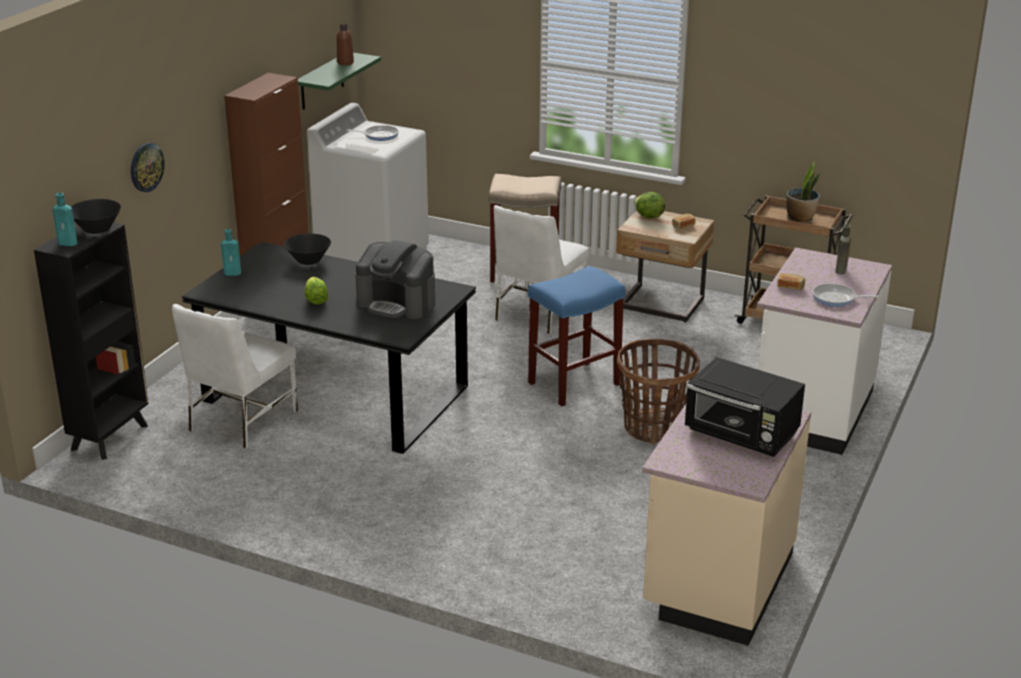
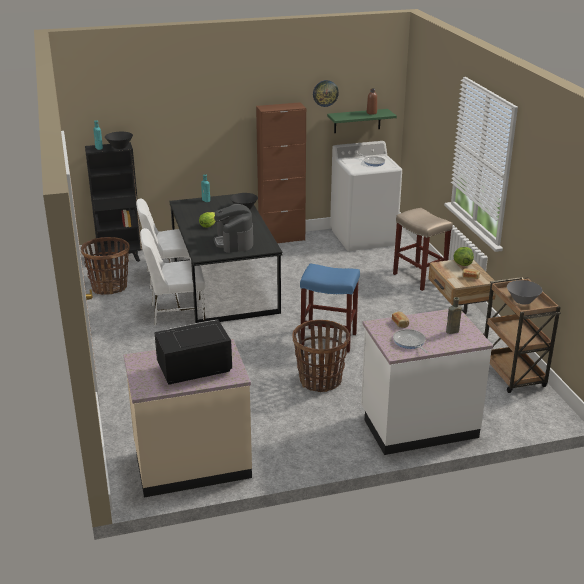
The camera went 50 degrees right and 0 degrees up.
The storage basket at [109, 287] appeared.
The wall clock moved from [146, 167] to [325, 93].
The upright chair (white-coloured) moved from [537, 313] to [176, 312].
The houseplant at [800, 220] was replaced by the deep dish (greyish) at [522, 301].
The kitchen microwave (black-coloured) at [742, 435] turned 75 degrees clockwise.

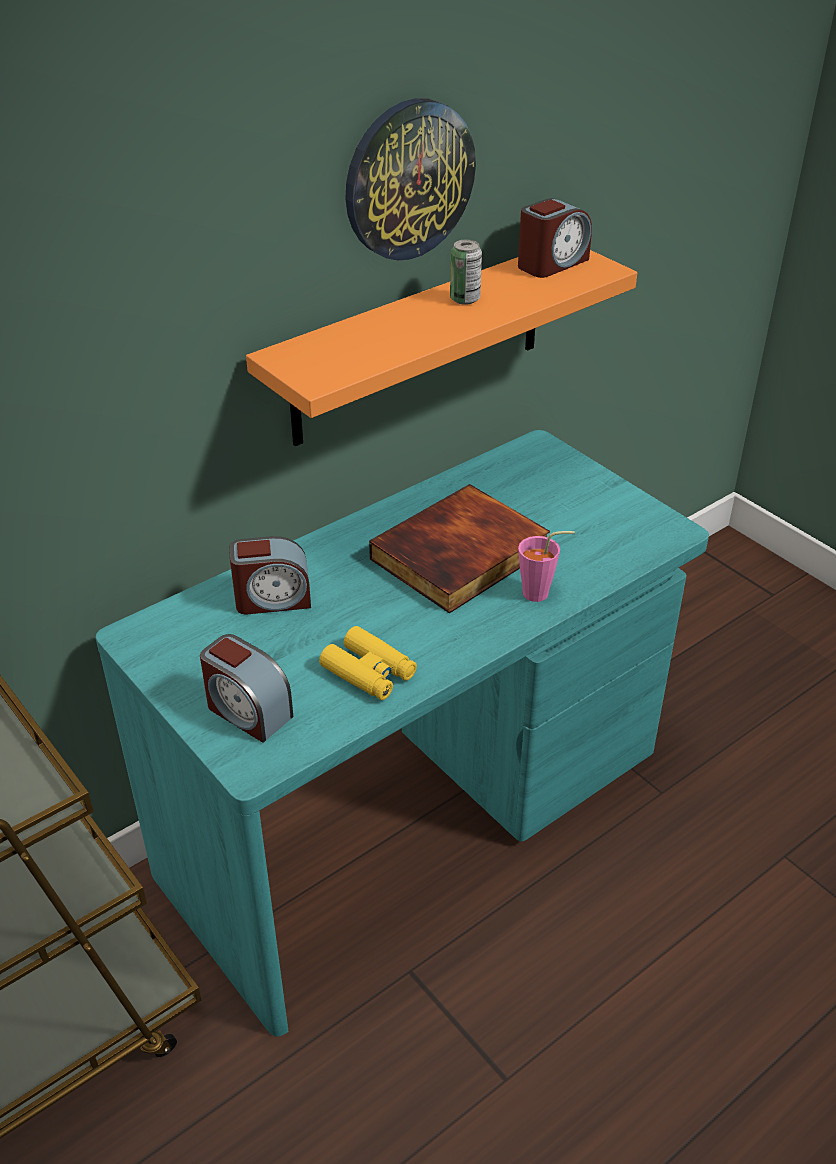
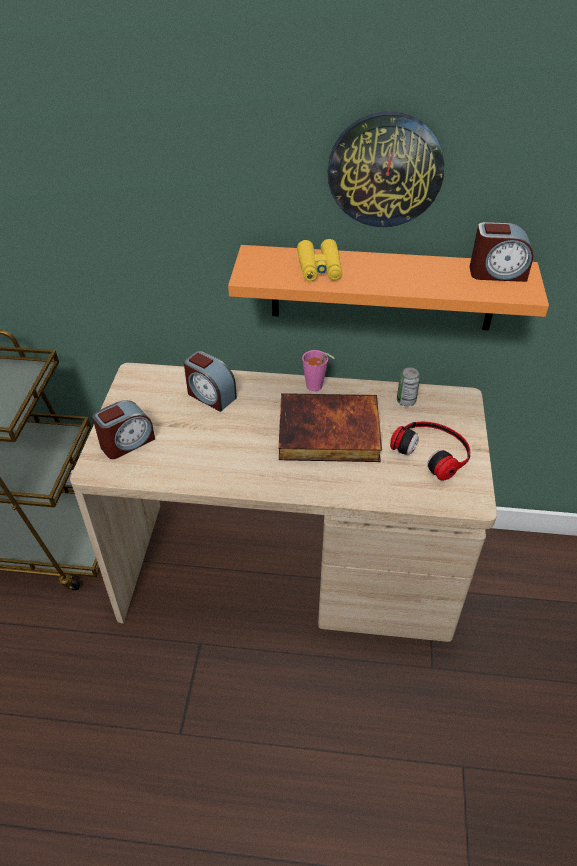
The camera went 45 degrees right and 5 degrees up.
The headset at [433, 451] appeared.
The pair of binoculars (yellow-coloured) moved from [369, 672] to [319, 268].
The metal can moved from [465, 299] to [406, 401].
The small cup (pinkish) moved from [541, 593] to [317, 388].
The desk (blue-green) at [416, 817] became the desk (beige) at [288, 573].
The bedside clock at [247, 711] turned 120 degrees counterclockwise.

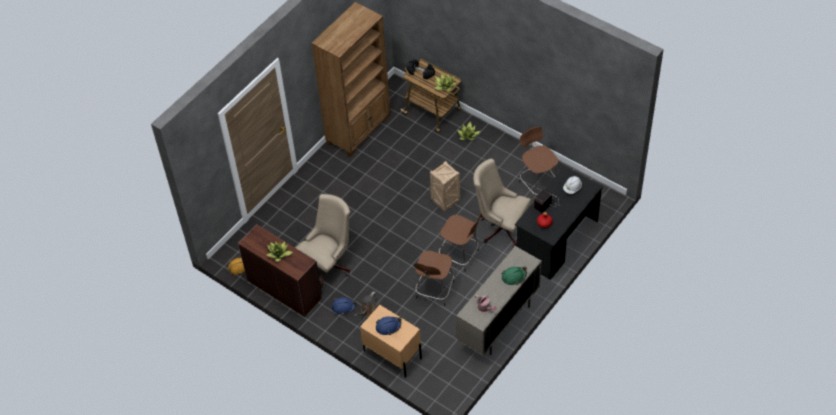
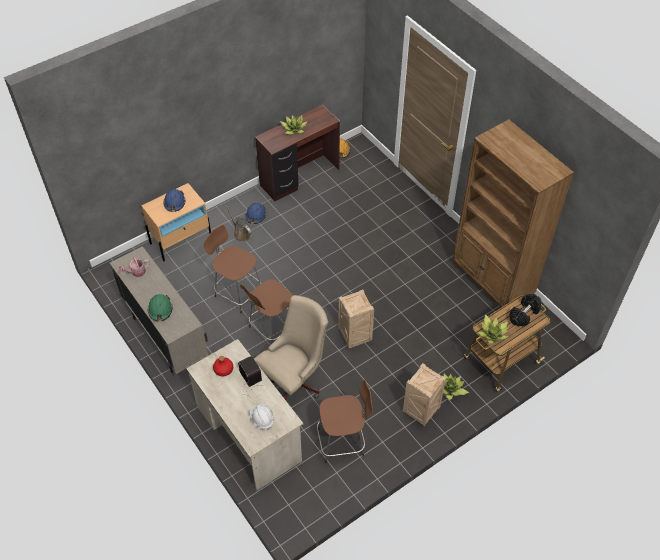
The camera went 105 degrees right and 0 degrees up.
The desk chair (beige) at [329, 264] disappeared.
The packing crate at [421, 412] appeared.
The desk (black-coloured) at [557, 241] became the desk (beige) at [248, 433].

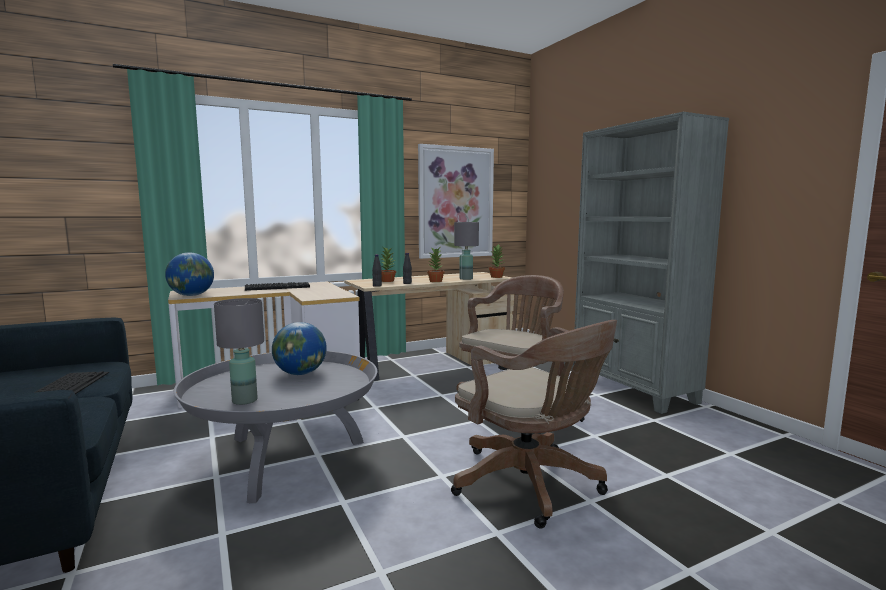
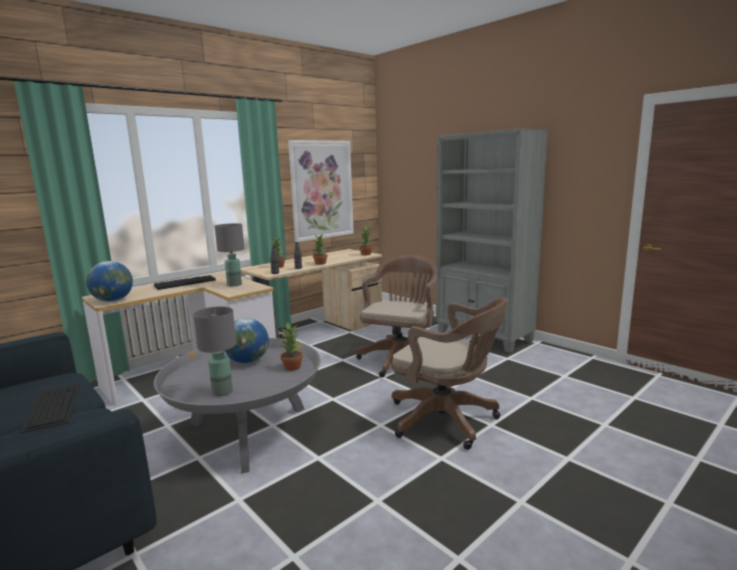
The camera went 15 degrees left and 5 degrees up.
The houseplant at [292, 367] appeared.
The tabletop lamp (greyish) moved from [466, 279] to [234, 285].

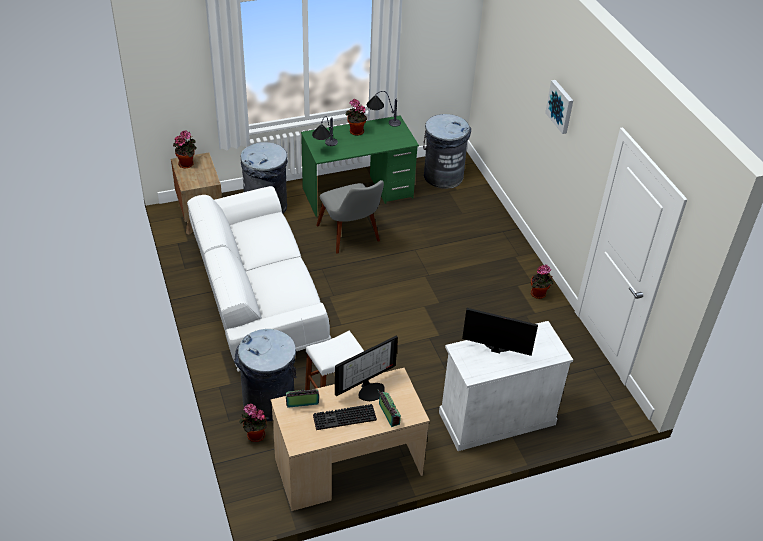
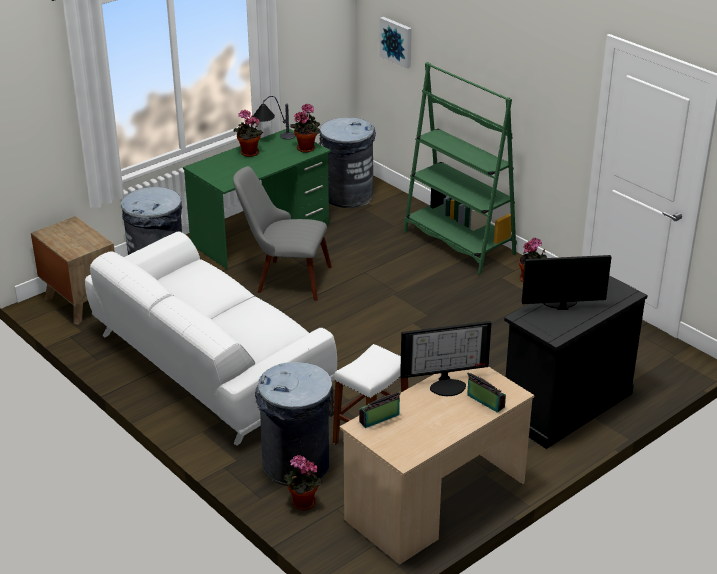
The camera went 20 degrees left and 10 degrees down.
The tabletop lamp at [325, 149] disappeared.
The PC keyboard at [344, 419] disappeared.
The shelving unit (greenish) at [459, 243] appeared.
The houseplant moved from [187, 164] to [307, 148].
The wall picture moved from [561, 106] to [397, 41].
The storage cabinet (white-coloured) at [496, 418] became the storage cabinet (black-coloured) at [566, 405].
The upright chair (greyish) at [352, 237] turned 150 degrees clockwise.
The computer display at [370, 389] turned 45 degrees clockwise.

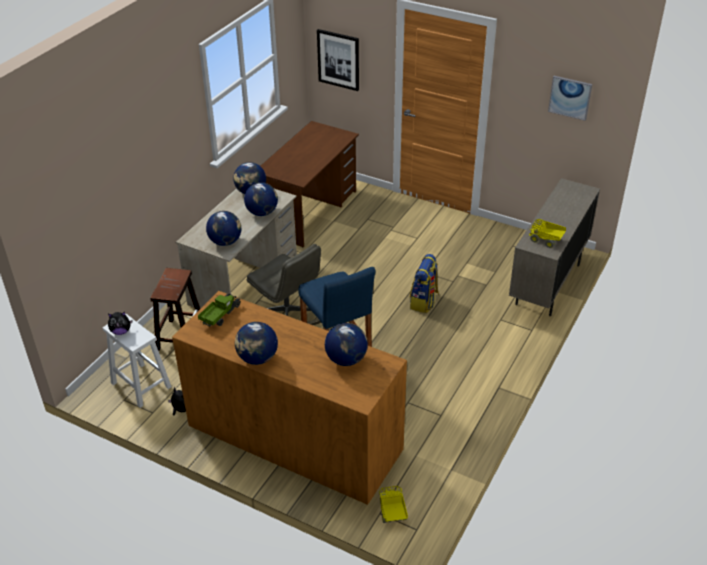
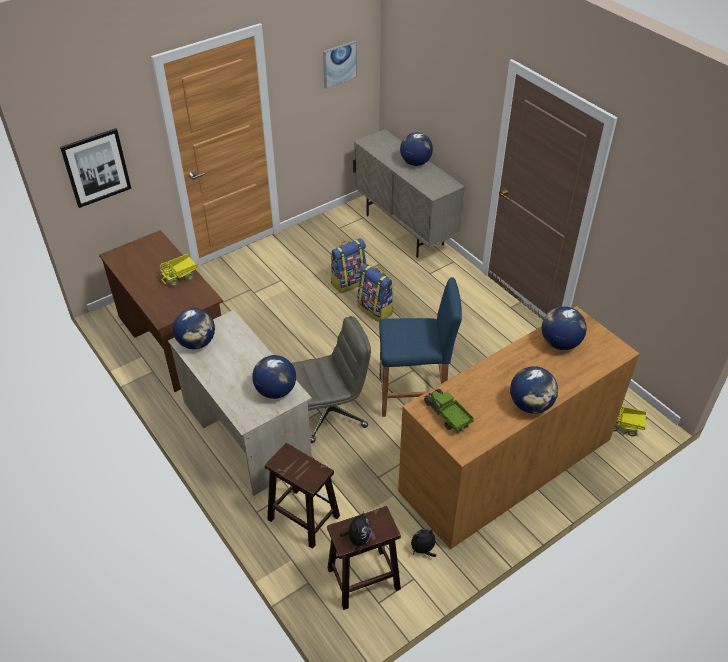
The camera went 65 degrees left and 5 degrees up.
The rucksack at [348, 282] appeared.
The globe moved from [262, 212] to [415, 163].
The model truck moved from [546, 240] to [180, 277].
The stool seat (white-coloured) at [140, 385] became the stool seat (brown) at [362, 579].

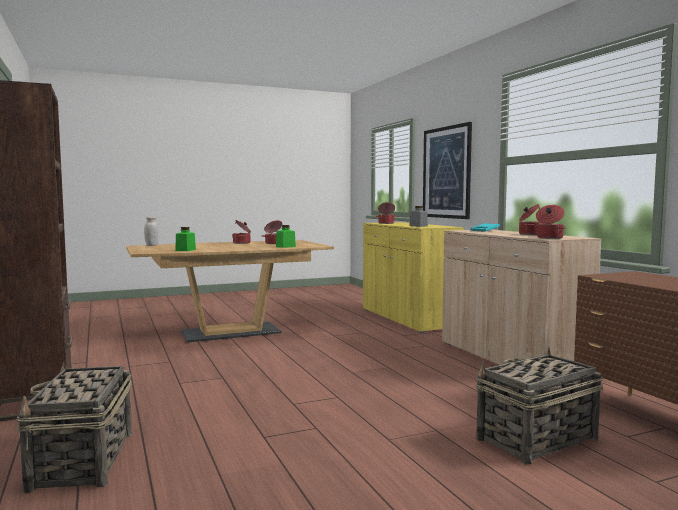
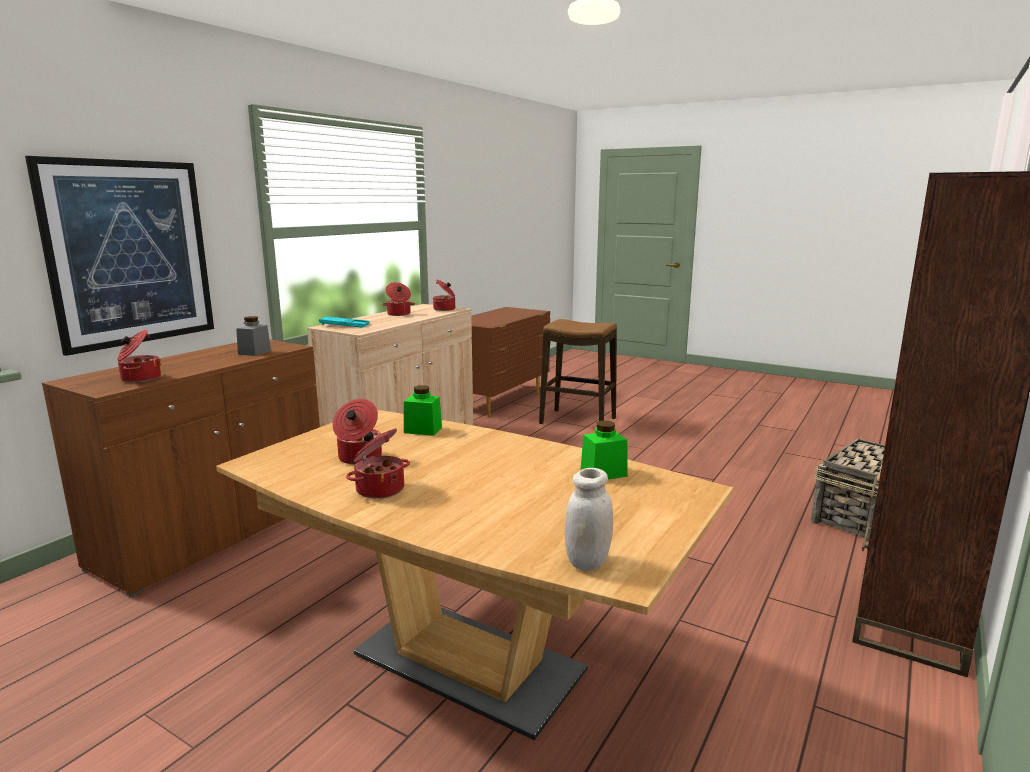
The camera went 125 degrees left and 10 degrees up.
The storage basket at [536, 439] was replaced by the stool seat at [578, 421].
The storage cabinet (yellow-coloured) at [407, 319] became the storage cabinet (brown) at [215, 533].

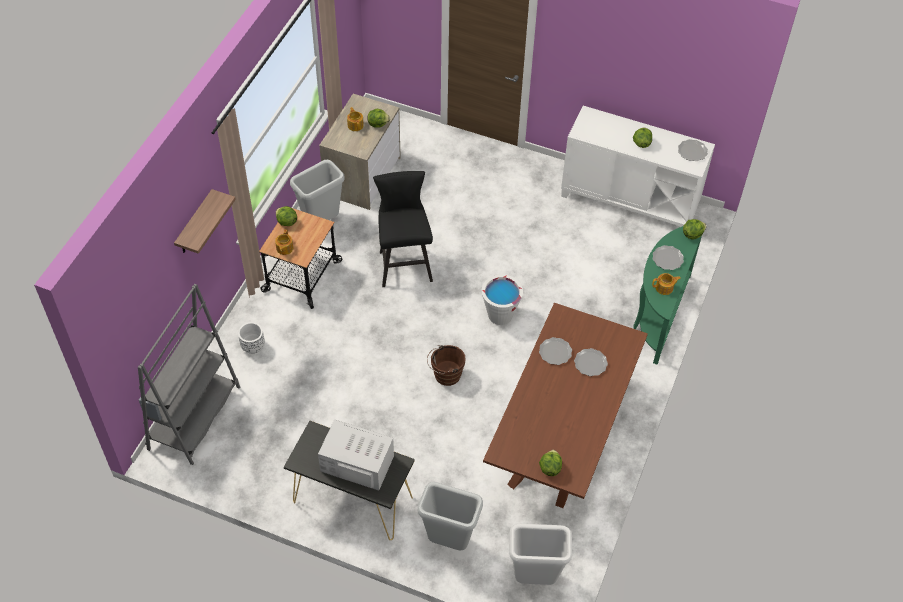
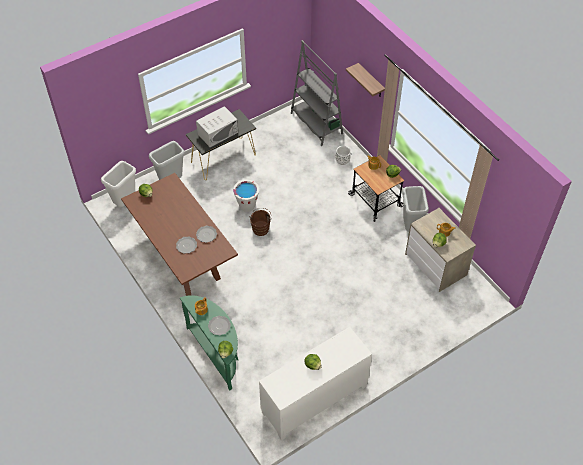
The camera went 125 degrees right and 0 degrees up.
The stool seat (black-coloured) at [404, 263] disappeared.
The plate at [692, 151] disappeared.
The water bucket (white-coloured) moved from [500, 315] to [247, 205].

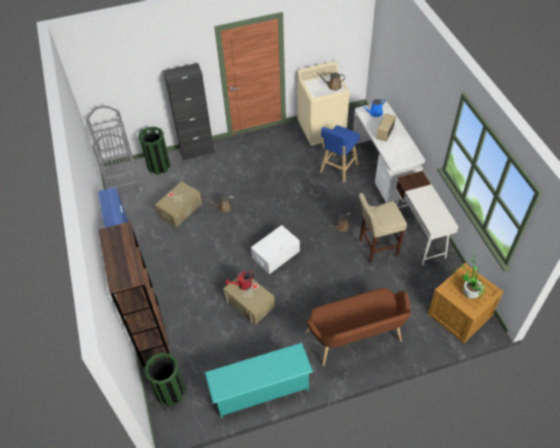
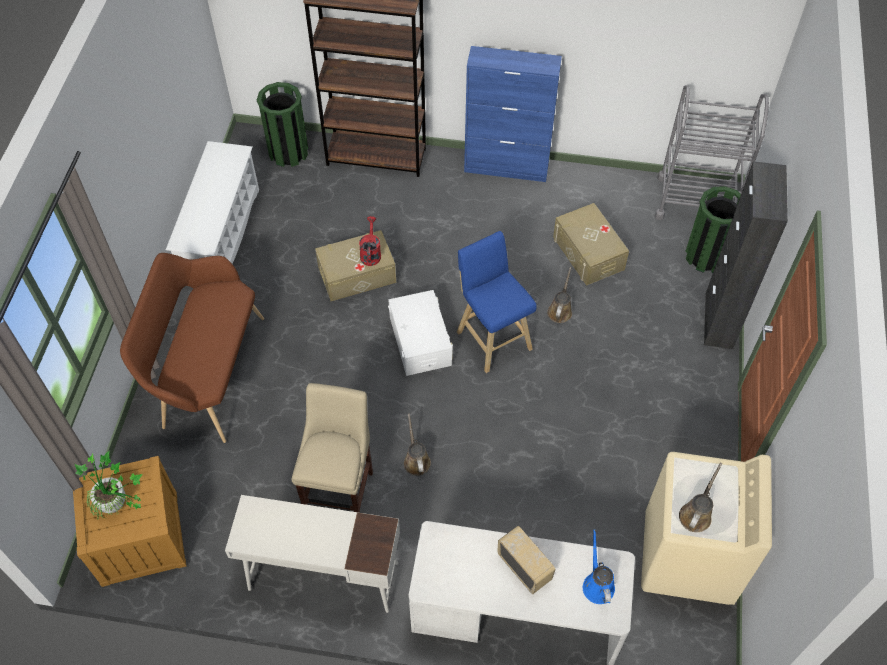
The camera went 115 degrees right and 5 degrees up.
The stool seat (bluish) moved from [338, 169] to [492, 338].
The shoe rack (blue-green) at [260, 391] became the shoe rack (white-coloured) at [221, 236].

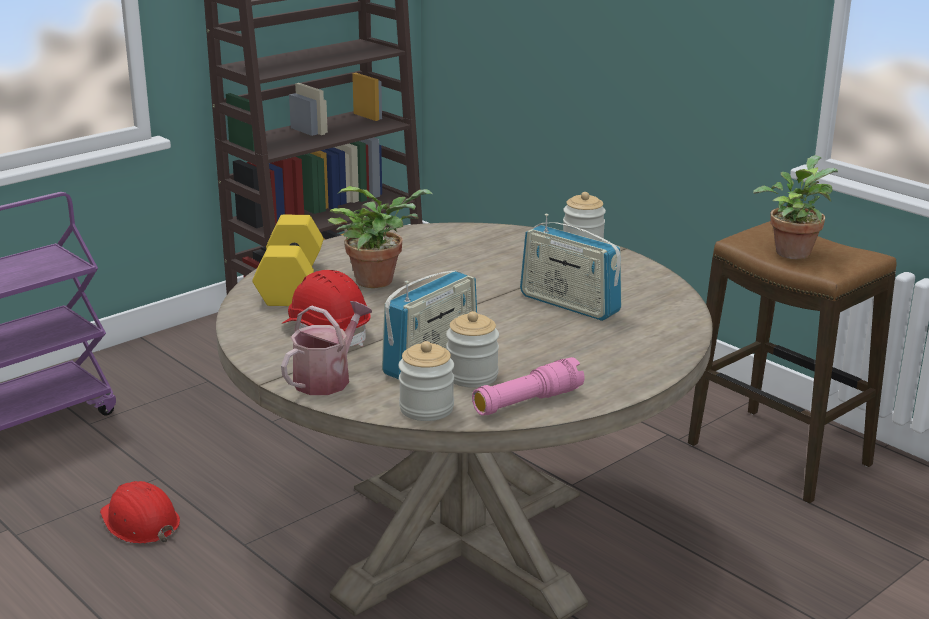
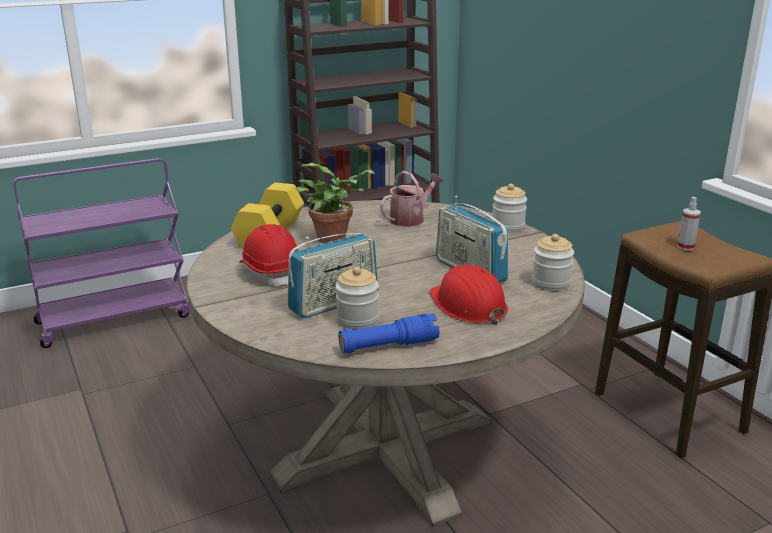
The camera went 15 degrees right and 0 degrees up.
The safety helmet (red) moved from [140, 522] to [468, 305].
The watering pot moved from [327, 378] to [410, 219].
The storage jar moved from [426, 408] to [551, 283].
The houseplant at [792, 251] was replaced by the sprayer at [685, 247].
The torch (pinkish) at [527, 402] became the torch (bluish) at [388, 346].

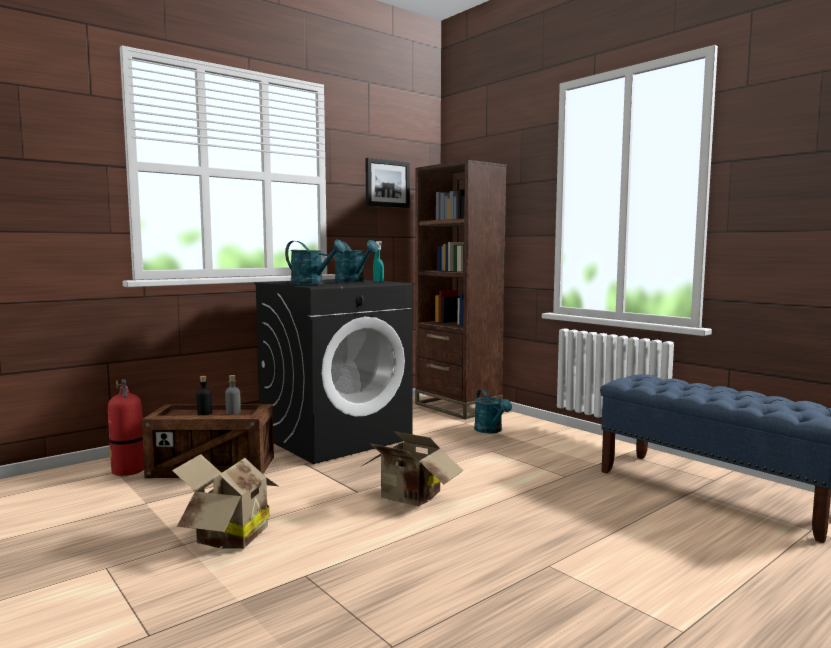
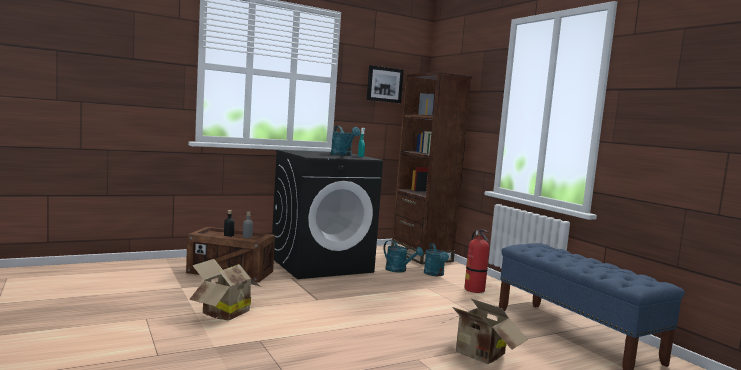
The camera went 10 degrees right and 0 degrees up.
The extinguisher moved from [129, 471] to [474, 290].
The watering pot (blue-green) moved from [312, 284] to [399, 270].
The carton moved from [409, 498] to [479, 356].

